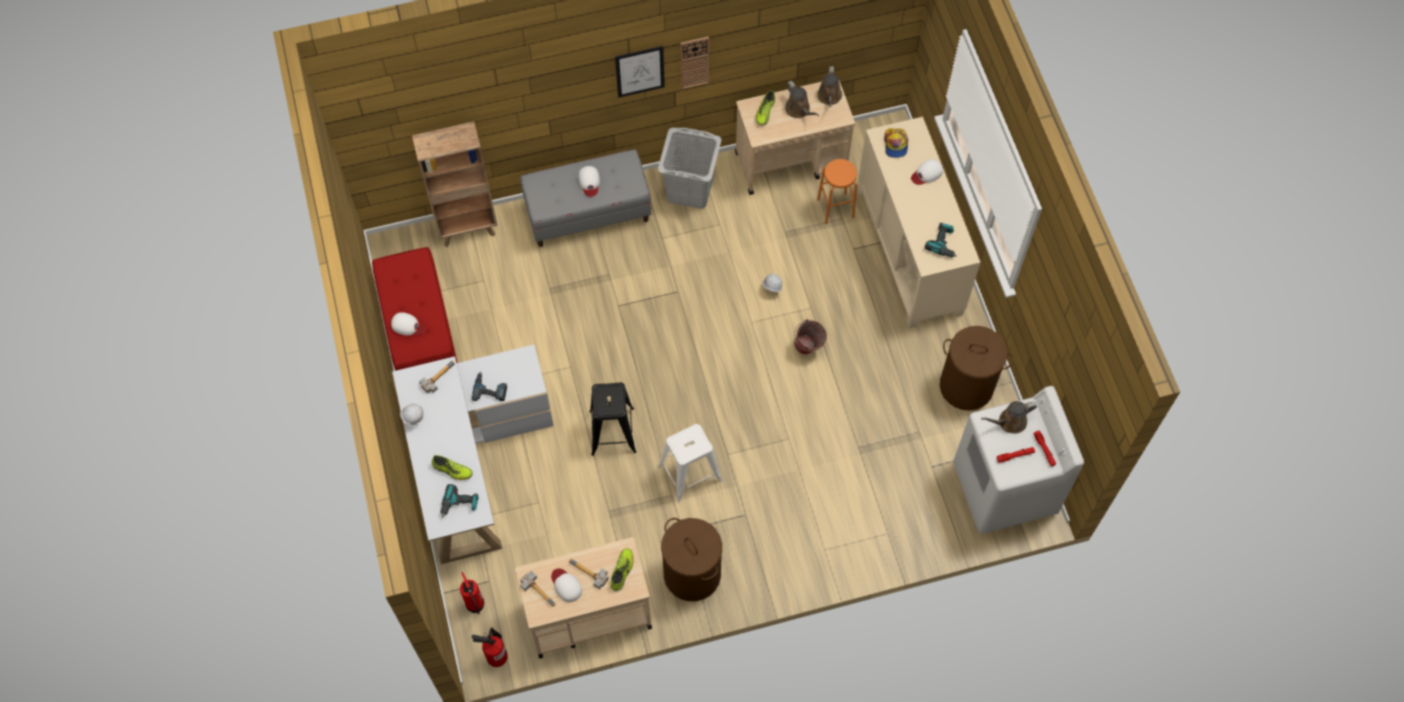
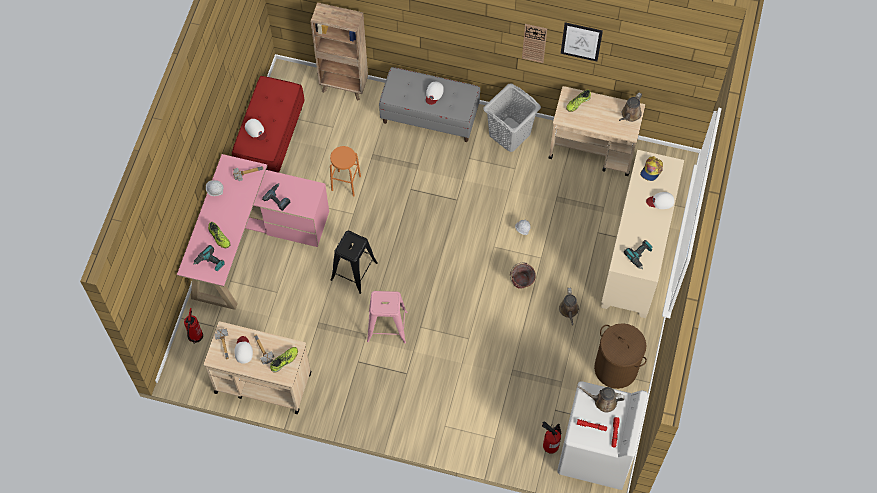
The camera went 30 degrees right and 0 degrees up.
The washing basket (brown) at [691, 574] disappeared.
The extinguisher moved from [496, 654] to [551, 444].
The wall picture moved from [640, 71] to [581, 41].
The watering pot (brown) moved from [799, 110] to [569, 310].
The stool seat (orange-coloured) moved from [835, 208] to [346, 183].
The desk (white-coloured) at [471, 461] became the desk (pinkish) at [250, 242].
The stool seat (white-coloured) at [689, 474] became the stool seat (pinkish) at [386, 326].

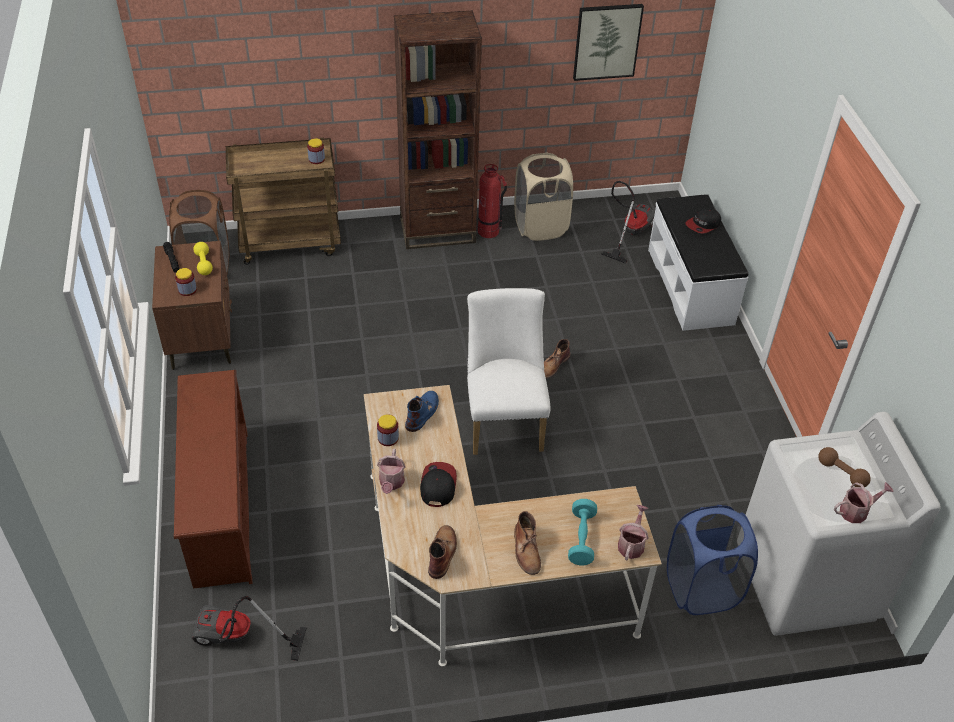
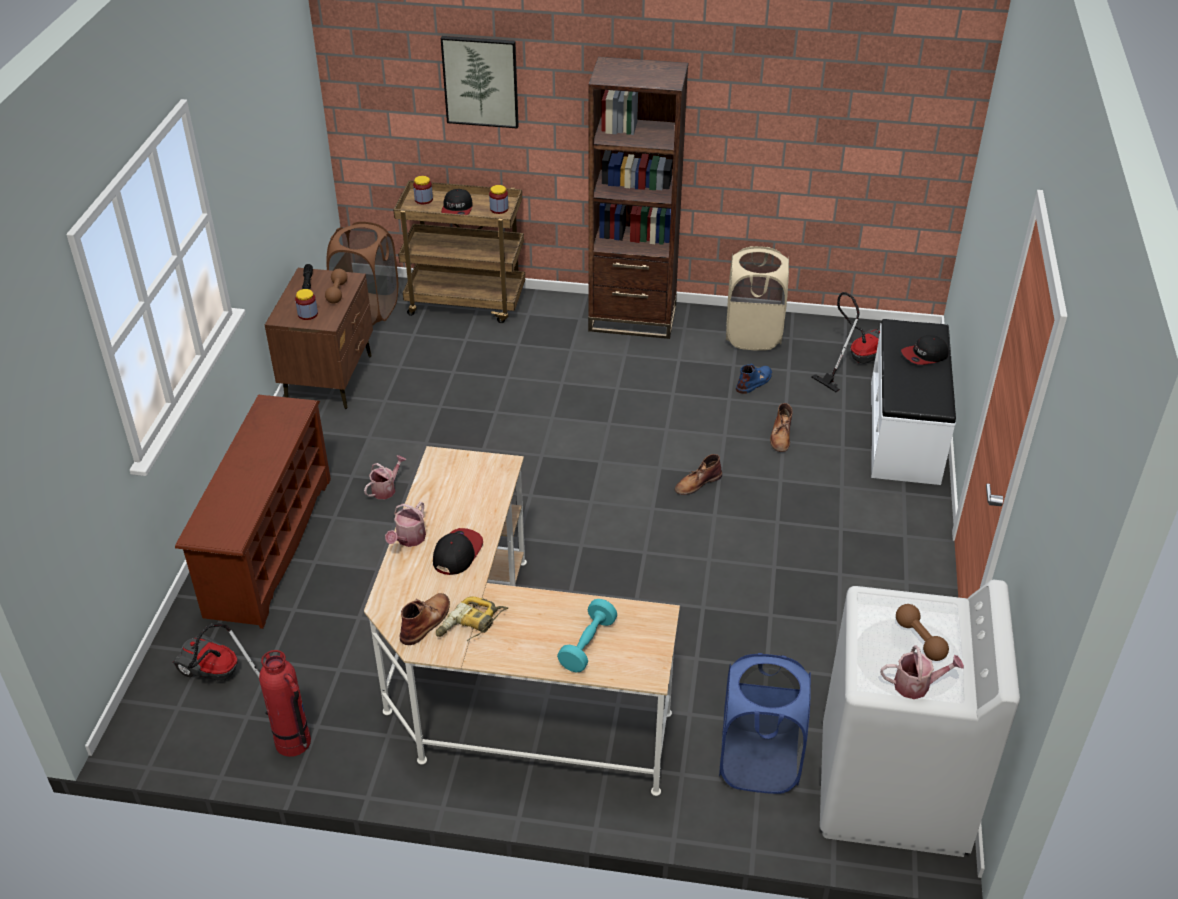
The camera went 20 degrees right and 5 degrees down.
The upright chair (white-coloured) at [504, 419] disappeared.
The power drill at [471, 626] appeared.
The cap at [457, 209] appeared.
The storage jar moved from [388, 438] to [423, 200].
The boot (bluish) moved from [422, 412] to [754, 382].
The extinguisher moved from [488, 231] to [293, 742].
The boot (brown) moved from [526, 550] to [781, 436].
The wall picture moved from [606, 41] to [481, 81].
The watering pot moved from [631, 544] to [386, 489].
The dumbbell (yellow-coloured) at [204, 264] became the dumbbell (brown) at [337, 292].

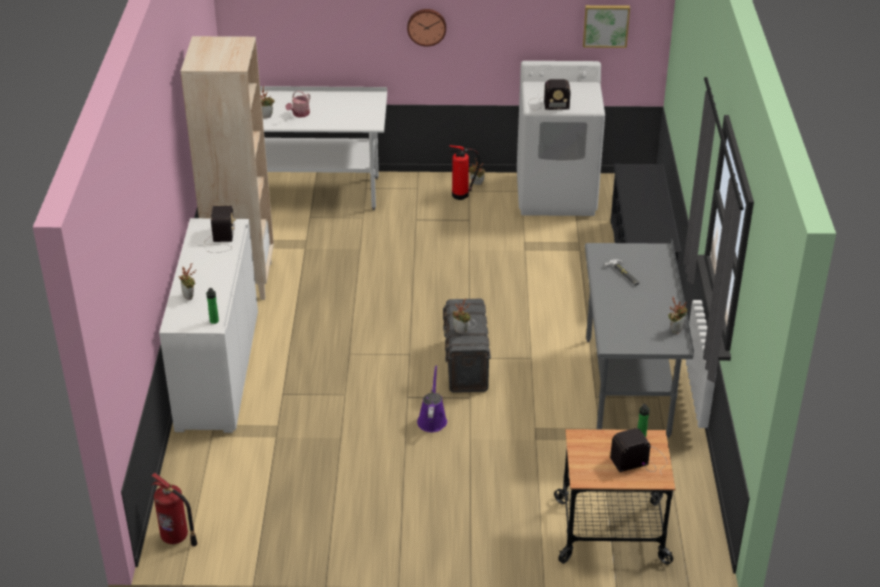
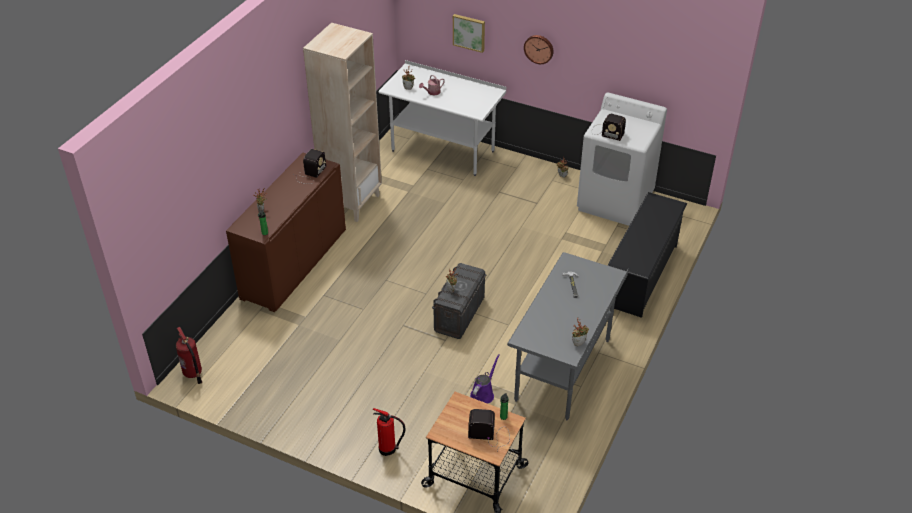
The camera went 25 degrees right and 5 degrees up.
The watering pot (purple) moved from [432, 419] to [483, 394].
The extinguisher moved from [462, 195] to [389, 449].
The wall picture moved from [606, 25] to [469, 32].
The storage cabinet (white-coloured) at [218, 370] became the storage cabinet (brown) at [294, 264].

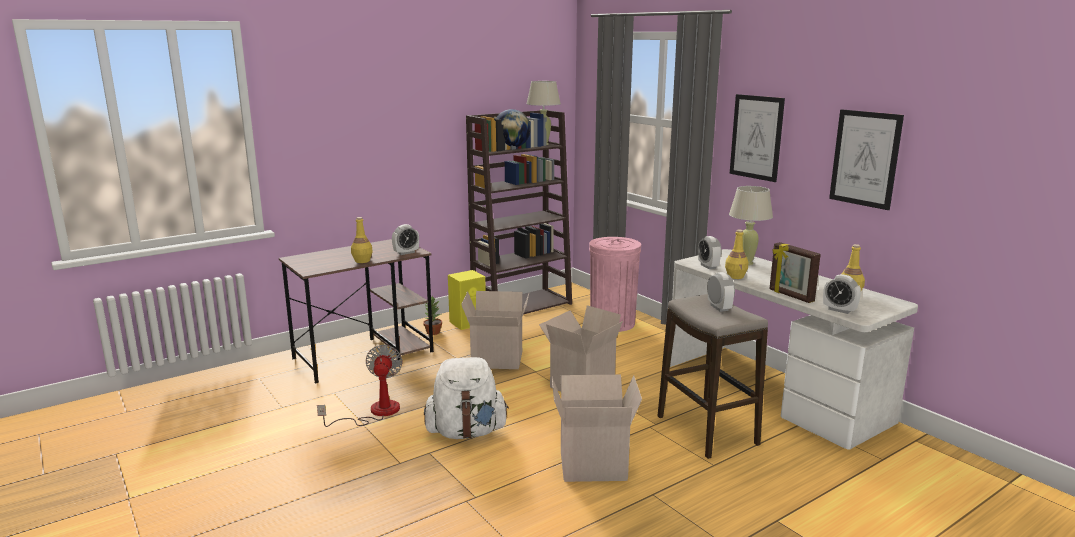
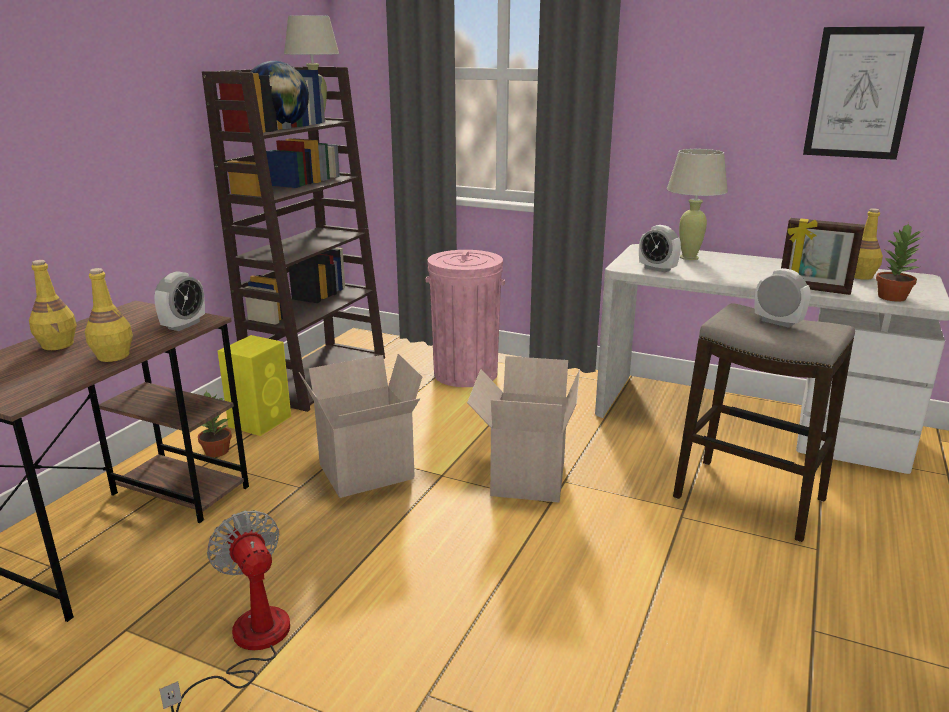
The camera went 30 degrees left and 5 degrees up.
The rucksack (white-coloured) at [466, 432] disappeared.
The carton at [594, 464] disappeared.
The wall picture at [756, 137] disappeared.
The bottle (yellow-coloured) moved from [735, 276] to [58, 345].
The bedside clock at [839, 310] was replaced by the houseplant at [892, 297].

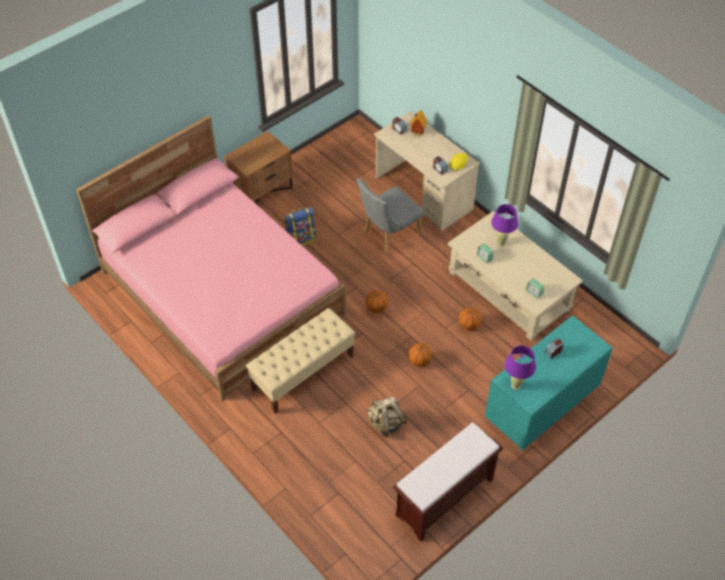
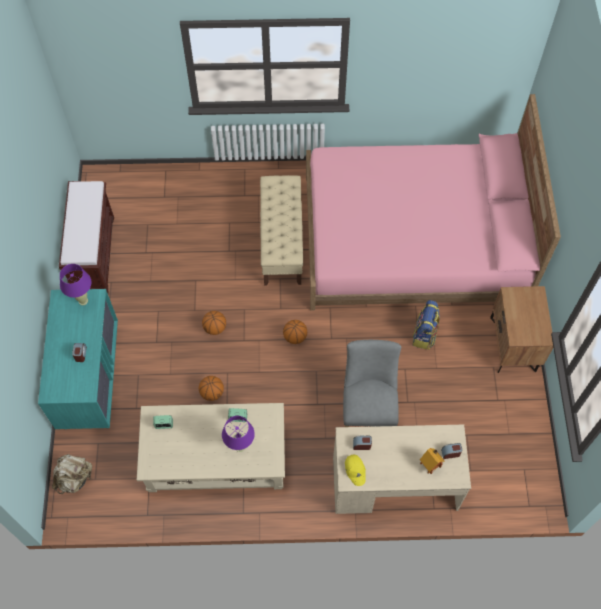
The camera went 130 degrees right and 10 degrees up.
The rucksack (beige) moved from [386, 423] to [74, 478].

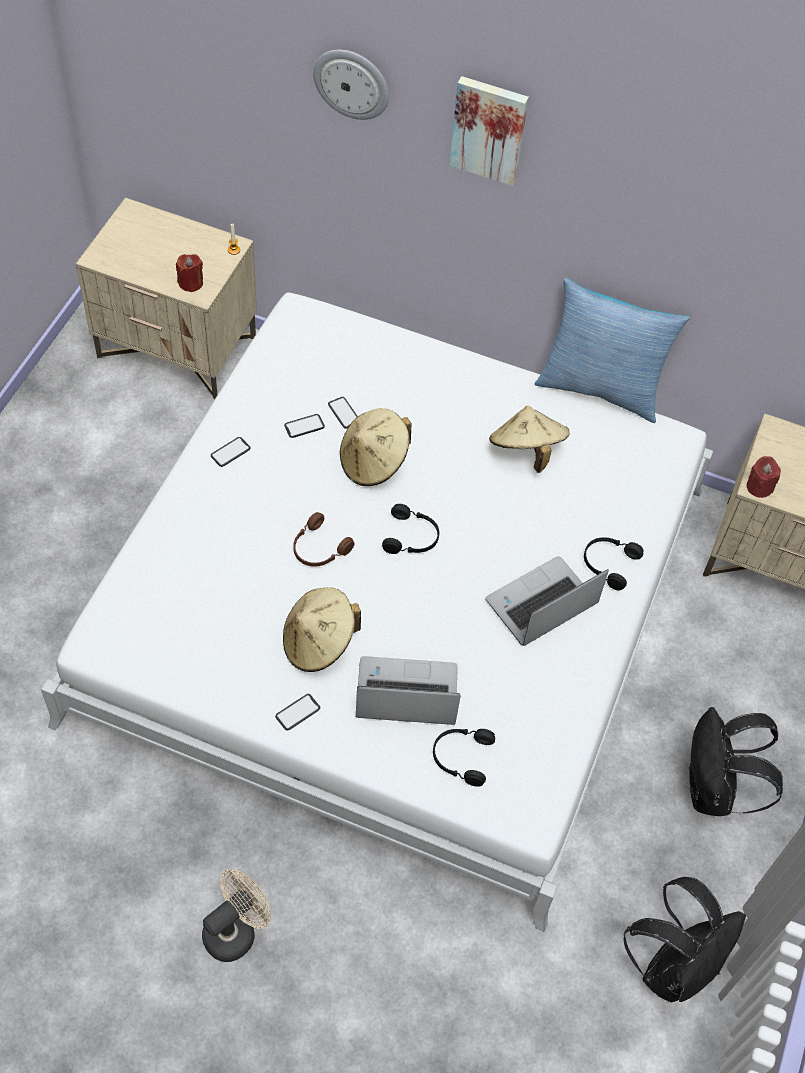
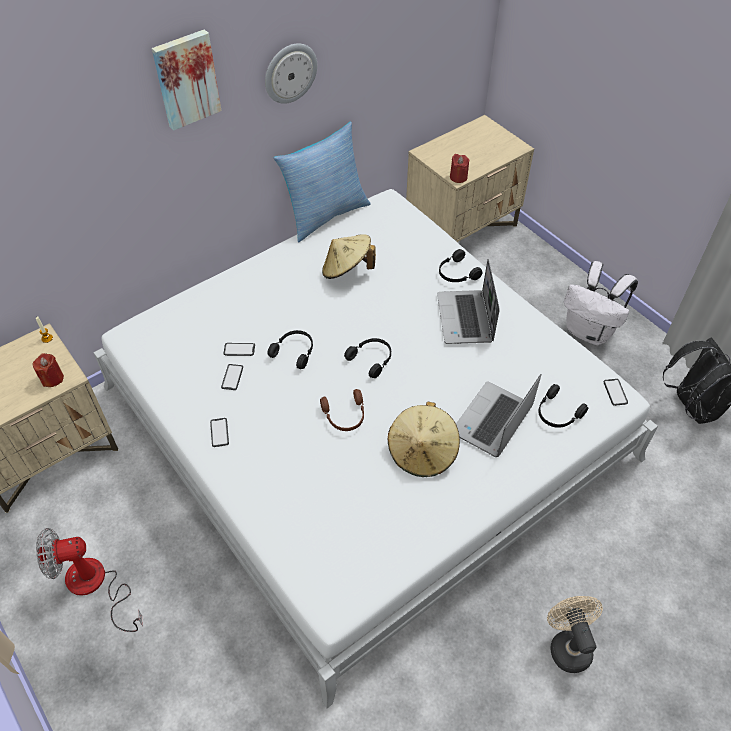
The camera went 55 degrees left and 5 degrees down.
The electric fan at [95, 586] appeared.
The handset moved from [297, 712] to [615, 392].
The wall clock moved from [352, 83] to [290, 73].
The hat (beige) at [373, 462] was replaced by the headset (black-coloured) at [294, 351].
The rucksack (black-coloured) at [713, 791] became the rucksack (white-coloured) at [589, 332].

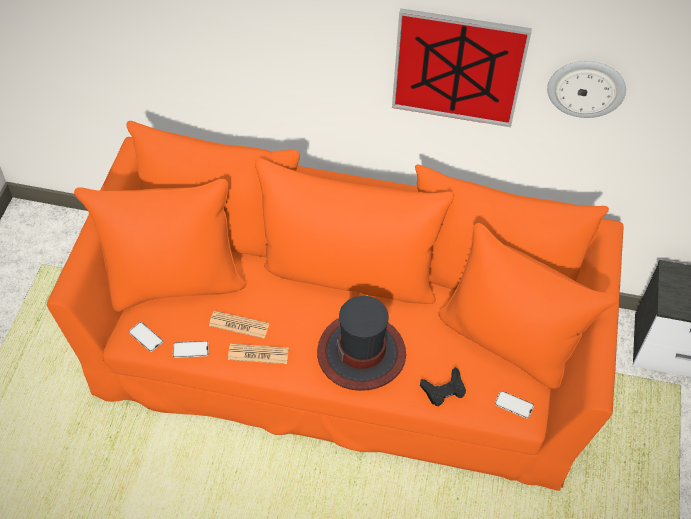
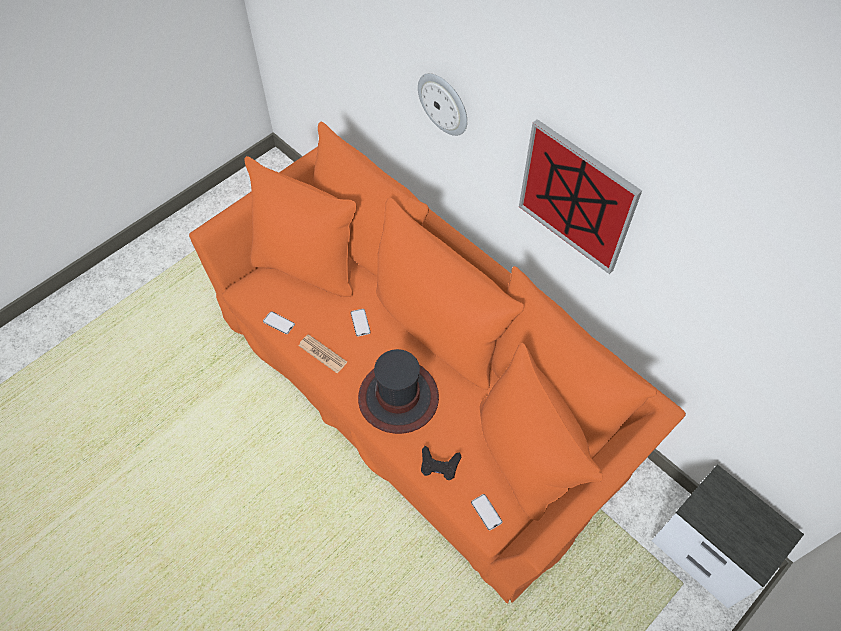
The camera went 35 degrees right and 5 degrees up.
The printed paper at [239, 325] disappeared.
The handset moved from [145, 337] to [360, 322].
The wall clock moved from [586, 88] to [444, 103].

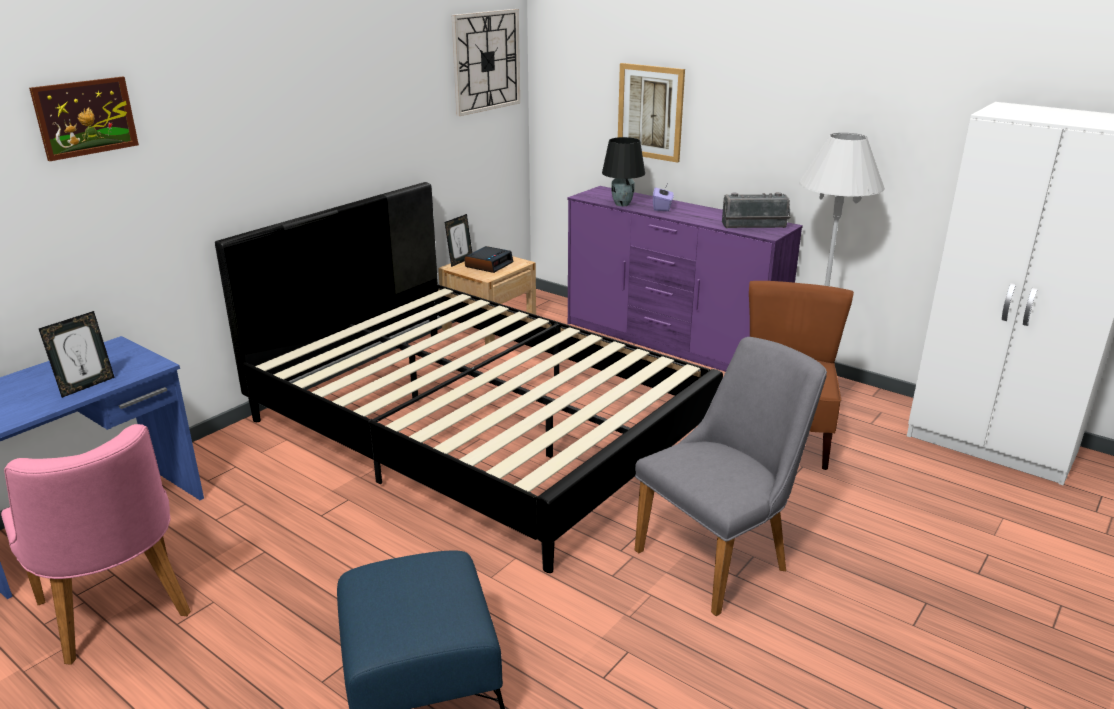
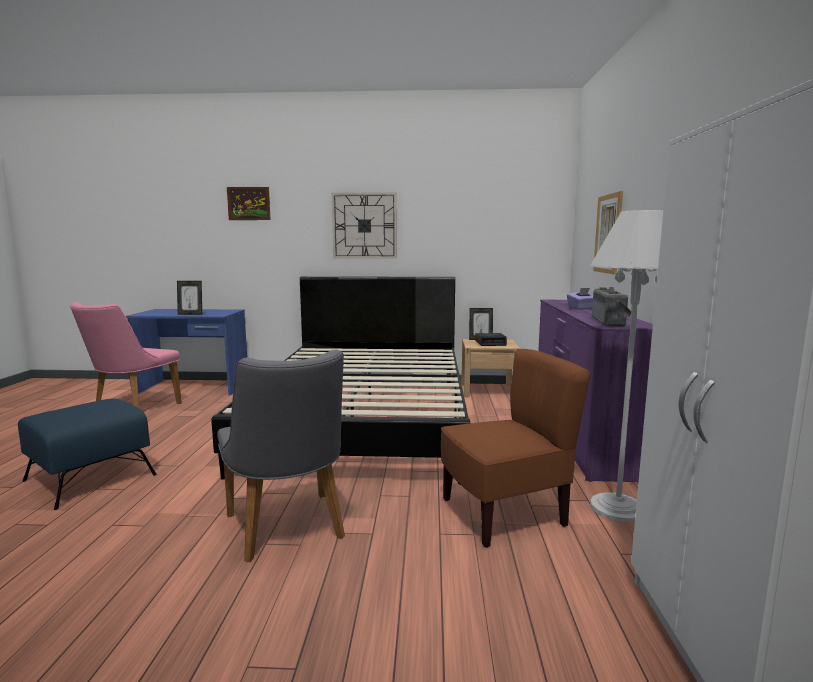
The camera went 55 degrees right and 15 degrees down.
The tabletop lamp (black-coloured) at [622, 204] disappeared.
The wall clock moved from [486, 61] to [364, 226].
The upright chair (greyish) at [723, 556] turned 45 degrees clockwise.
The radio set at [754, 227] turned 135 degrees counterclockwise.

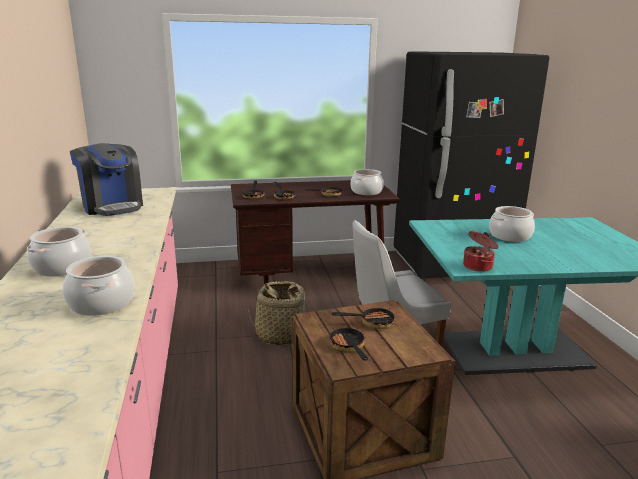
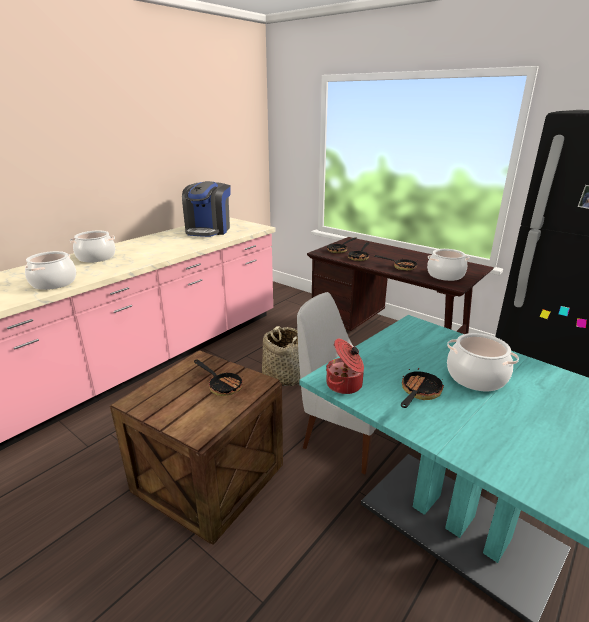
The camera went 50 degrees right and 5 degrees up.
The skillet moved from [348, 347] to [418, 393].

